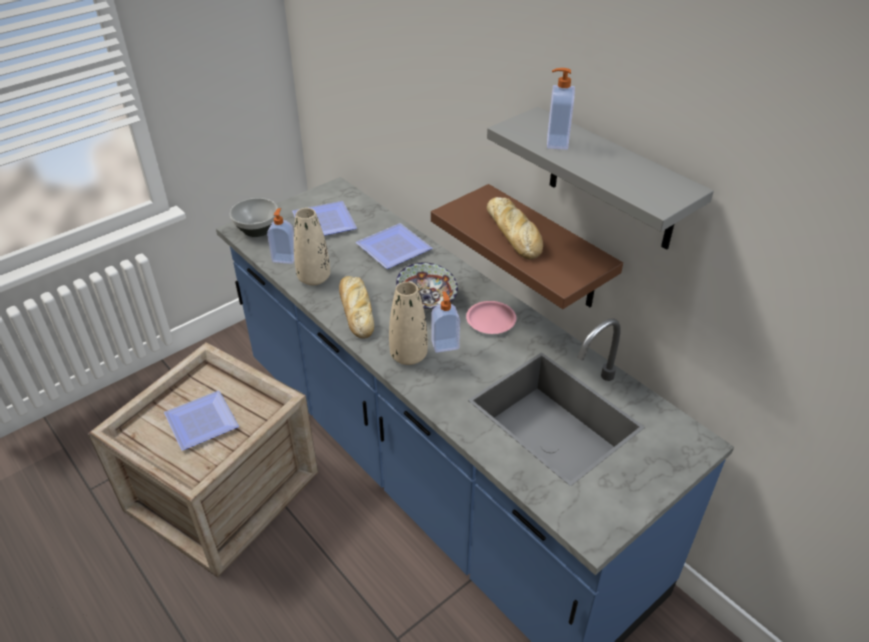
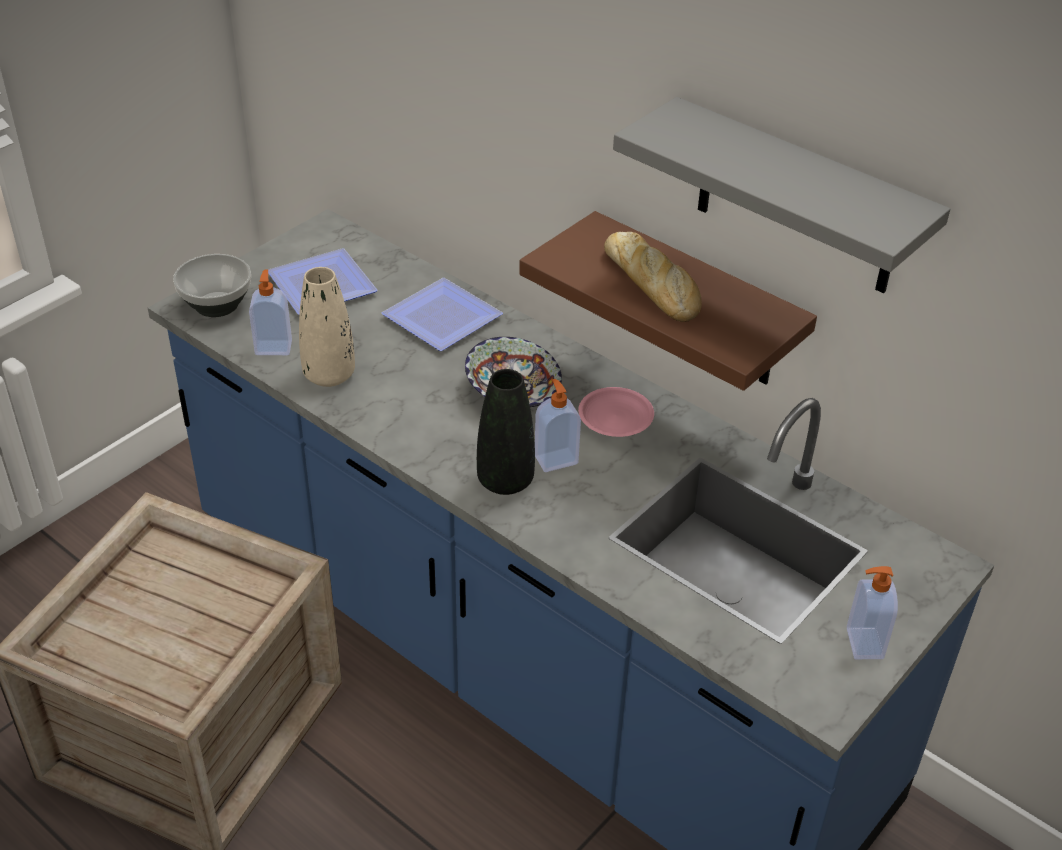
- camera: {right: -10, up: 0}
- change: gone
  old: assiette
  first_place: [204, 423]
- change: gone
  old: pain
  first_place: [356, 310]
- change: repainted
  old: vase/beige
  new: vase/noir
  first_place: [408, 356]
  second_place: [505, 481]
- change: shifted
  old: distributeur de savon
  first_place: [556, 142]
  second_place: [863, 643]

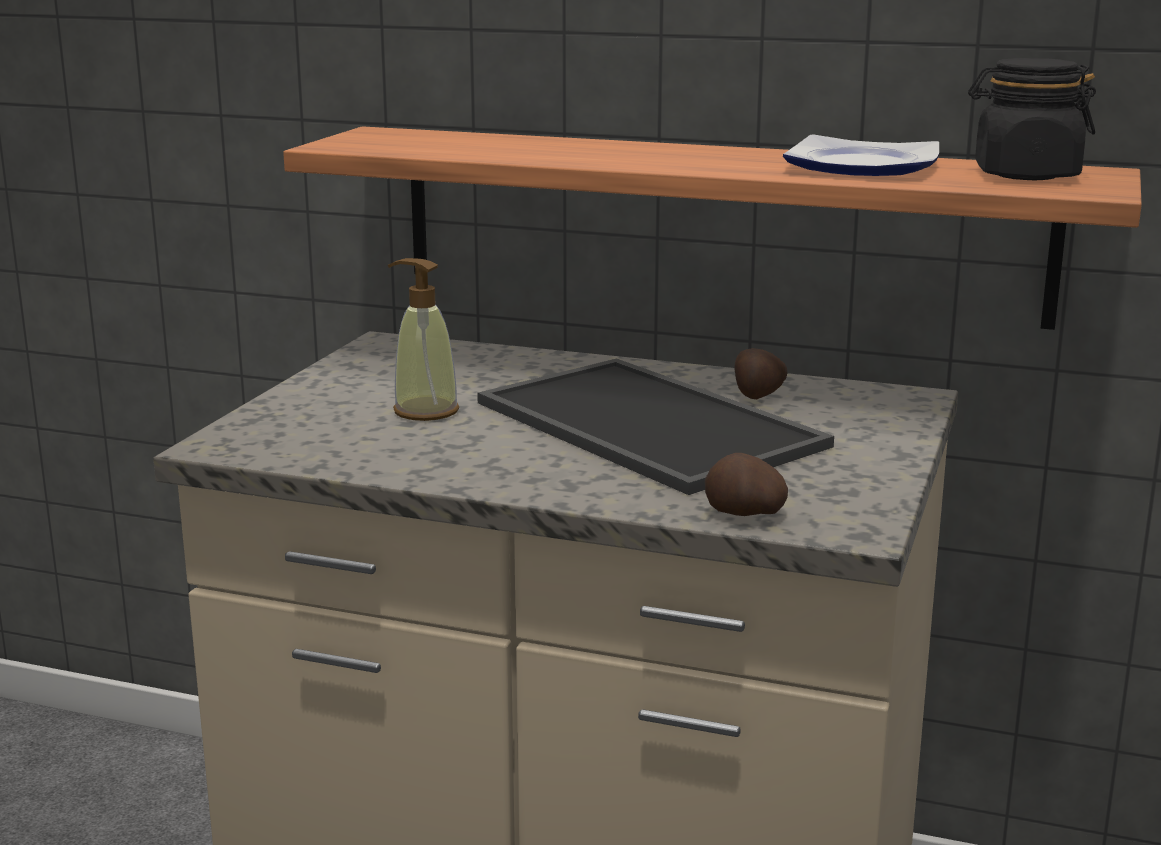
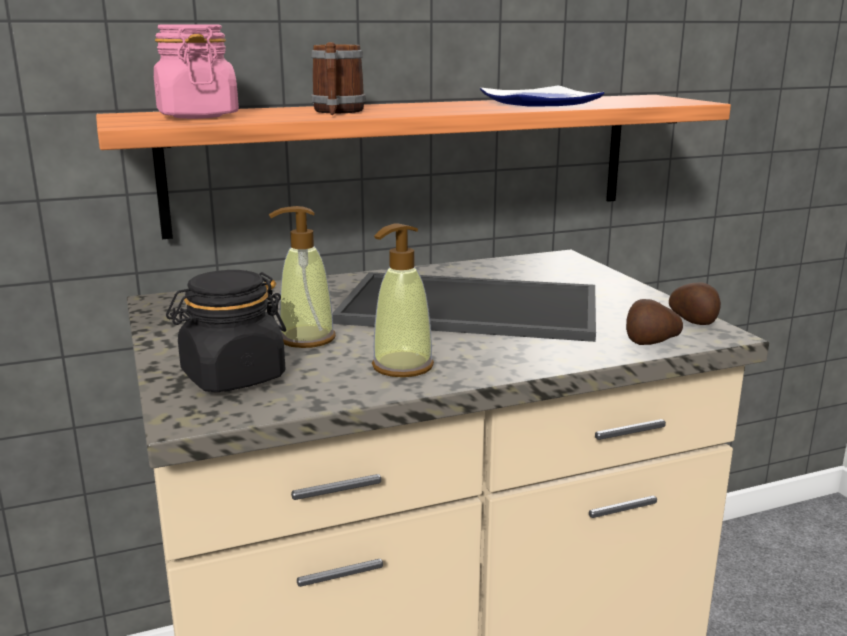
- camera: {right: -40, up: 0}
- change: shifted
  old: pomme de terre
  first_place: [757, 396]
  second_place: [694, 322]
- change: shifted
  old: bocal/noir
  first_place: [1025, 175]
  second_place: [232, 377]
- change: new
  new: bocal/rose
  second_place: [197, 116]
- change: new
  new: mug
  second_place: [337, 112]
- change: new
  new: distributeur de savon
  second_place: [402, 366]

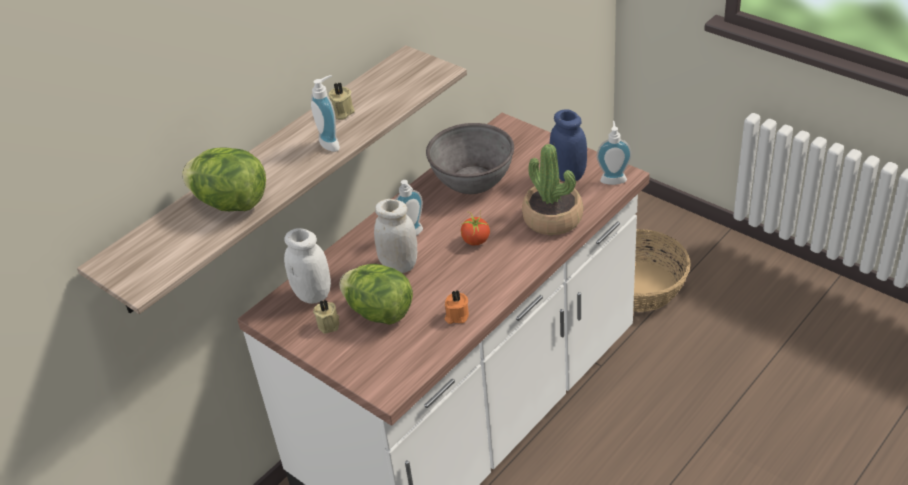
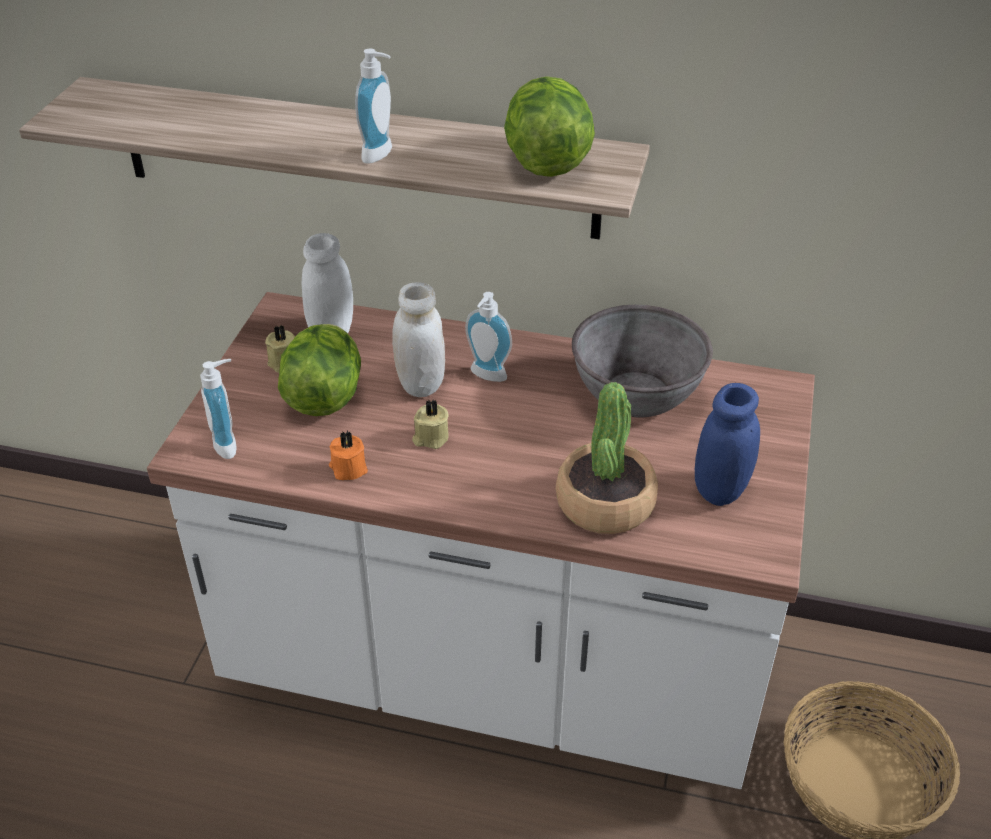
- camera: {right: 60, up: 0}
- change: shifted
  old: laitue
  first_place: [231, 203]
  second_place: [546, 162]
- change: shifted
  old: bougie/beige
  first_place: [341, 112]
  second_place: [430, 438]
- change: gone
  old: tomate
  first_place: [475, 240]
- change: shifted
  old: distributeur de savon
  first_place: [613, 178]
  second_place: [230, 444]

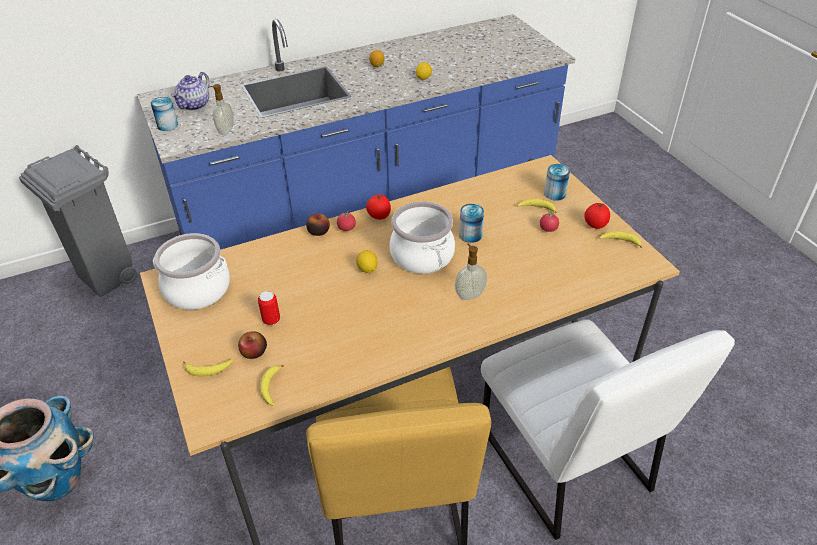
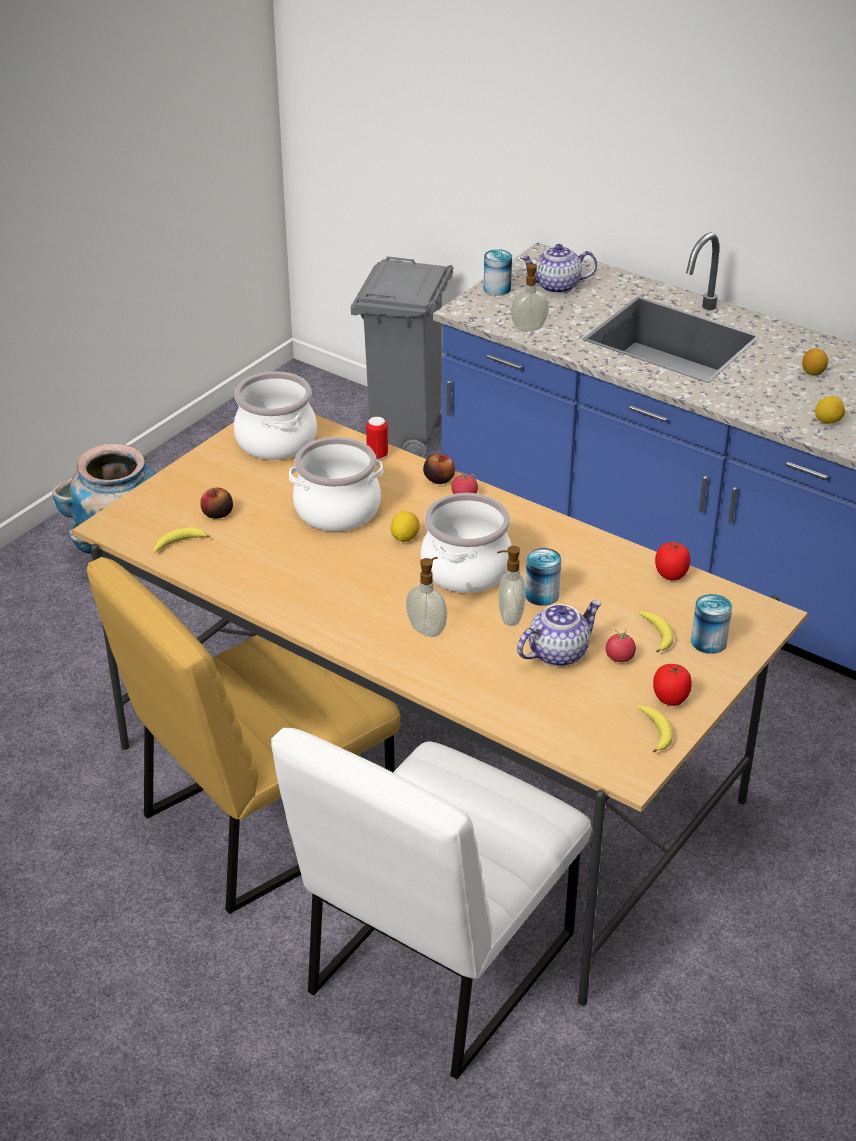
- camera: {right: 60, up: -5}
- change: gone
  old: banane
  first_place: [208, 369]
- change: shifted
  old: boîte métallique
  first_place: [271, 320]
  second_place: [377, 455]
- change: shifted
  old: tomate
  first_place: [379, 216]
  second_place: [670, 575]
- change: new
  new: marmite
  second_place: [337, 509]
- change: new
  new: distributeur de savon
  second_place: [509, 617]
- change: new
  new: théière
  second_place: [558, 652]

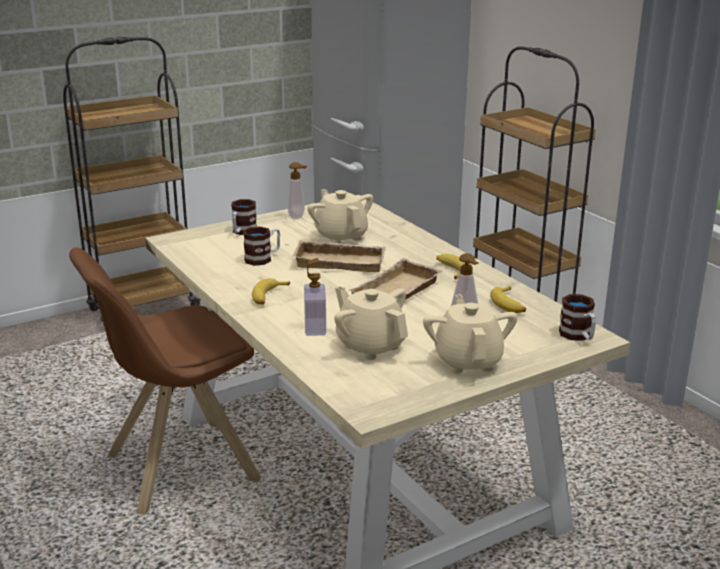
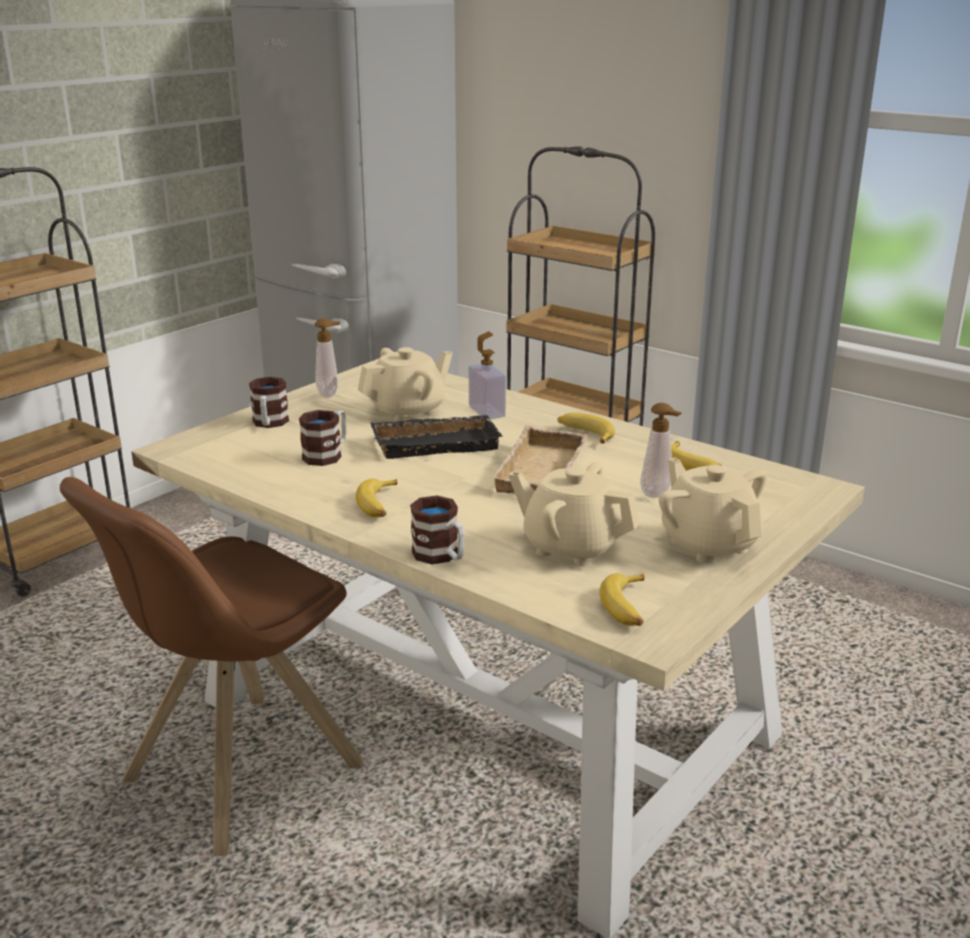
- camera: {right: -20, up: 0}
- change: repainted
  old: plateau/beige
  new: plateau/noir
  first_place: [341, 261]
  second_place: [436, 443]
- change: shifted
  old: distributeur de savon
  first_place: [315, 327]
  second_place: [486, 411]
- change: rotated
  old: théière/beige
  first_place: [341, 236]
  second_place: [408, 411]
  degrees: 105
- change: shifted
  old: mug
  first_place: [578, 336]
  second_place: [441, 556]
- change: new
  new: banane
  second_place: [628, 607]

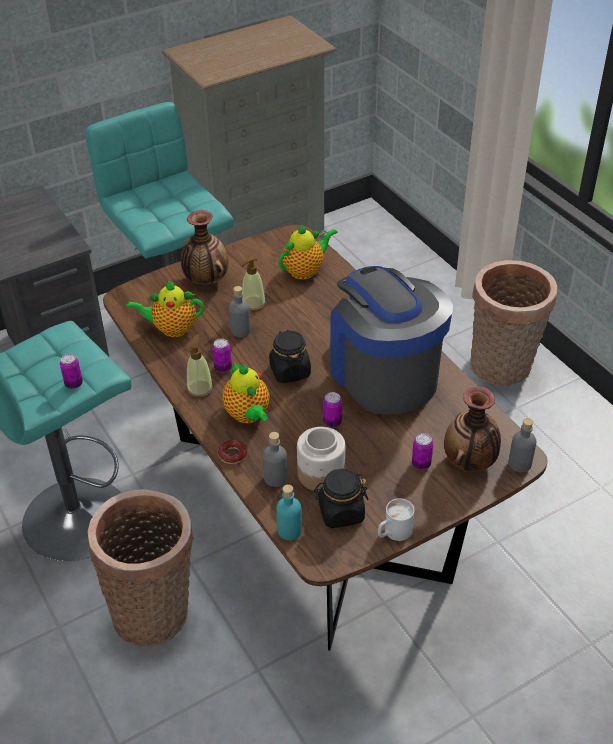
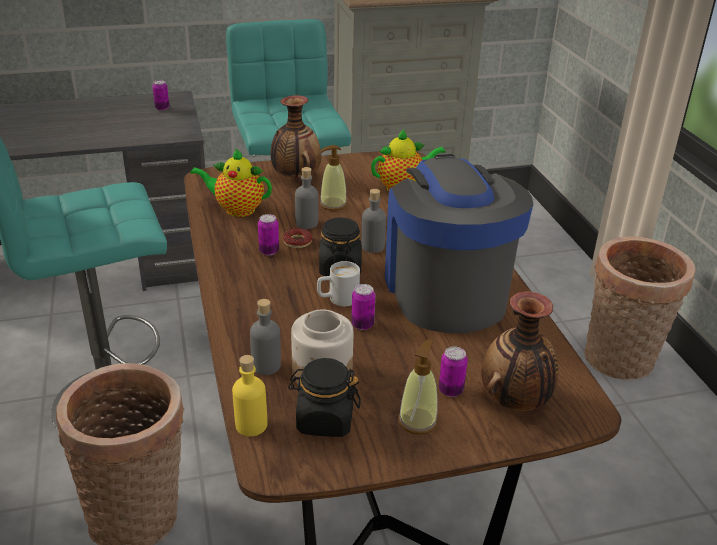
- camera: {right: 15, up: -10}
- change: shifted
  old: boîte métallique
  first_place: [74, 384]
  second_place: [162, 108]
- change: shifted
  old: distributeur de savon
  first_place: [200, 389]
  second_place: [417, 421]
- change: shifted
  old: beignet
  first_place: [232, 454]
  second_place: [297, 241]
- change: gone
  old: théière
  first_place: [248, 415]
- change: repainted
  old: bouteille/turquoise
  new: bouteille/jaune
  first_place: [289, 530]
  second_place: [251, 425]
- change: shifted
  old: mug/blanc
  first_place: [393, 533]
  second_place: [337, 299]
- change: shifted
  old: bouteille/gris
  first_place: [519, 464]
  second_place: [372, 246]

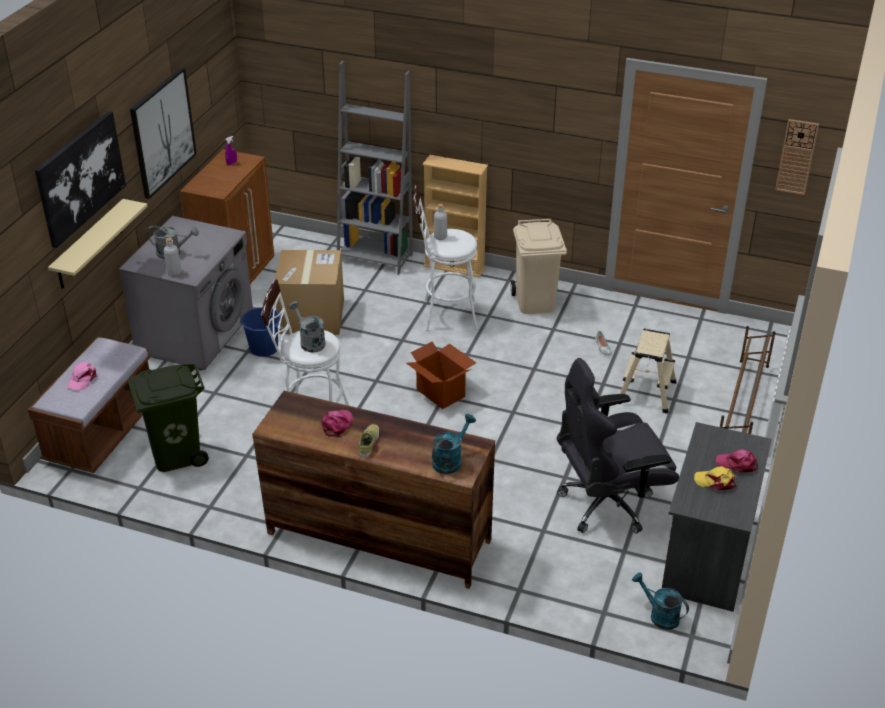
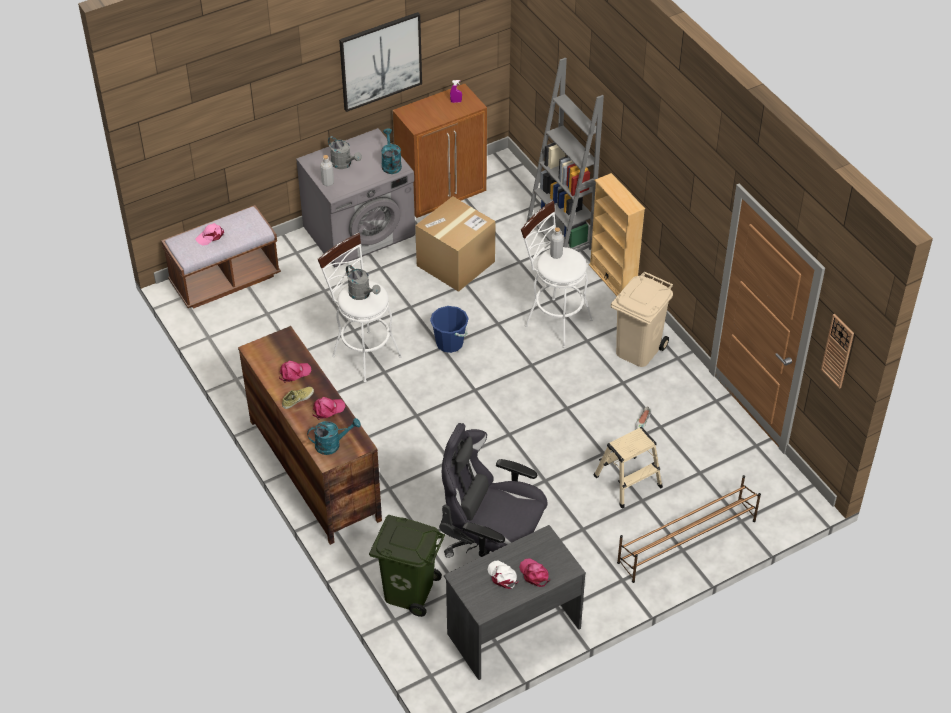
- camera: {right: 40, up: 10}
- change: gone
  old: tableau
  first_place: [80, 178]
- change: gone
  old: étagère/beige
  first_place: [89, 245]
- change: shifted
  old: poubelle/vert
  first_place: [176, 454]
  second_place: [409, 591]
- change: shifted
  old: seau/bleu
  first_place: [264, 348]
  second_place: [449, 343]
- change: rotated
  old: arrosoir/gris
  first_place: [309, 342]
  second_place: [362, 294]
  degrees: 135
- change: gone
  old: carton
  first_place: [441, 393]
- change: shifted
  old: arrosoir/turquoise
  first_place: [659, 615]
  second_place: [390, 164]
- change: repainted
  old: casquette/jaune
  new: casquette/blanc
  first_place: [715, 481]
  second_place: [502, 576]
- change: new
  new: casquette/rose
  second_place: [327, 409]

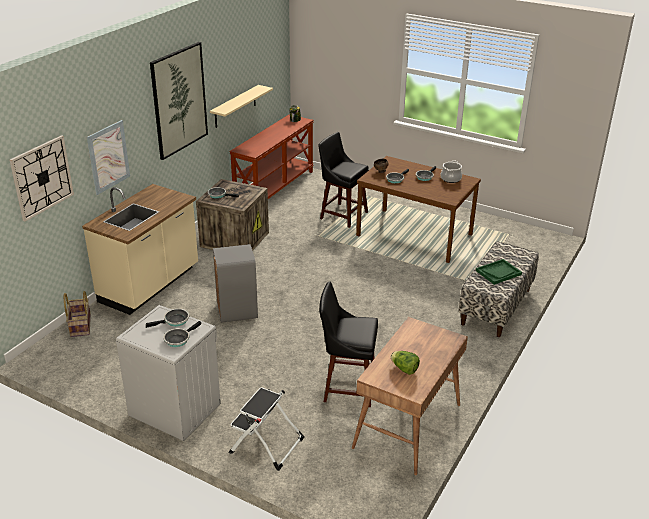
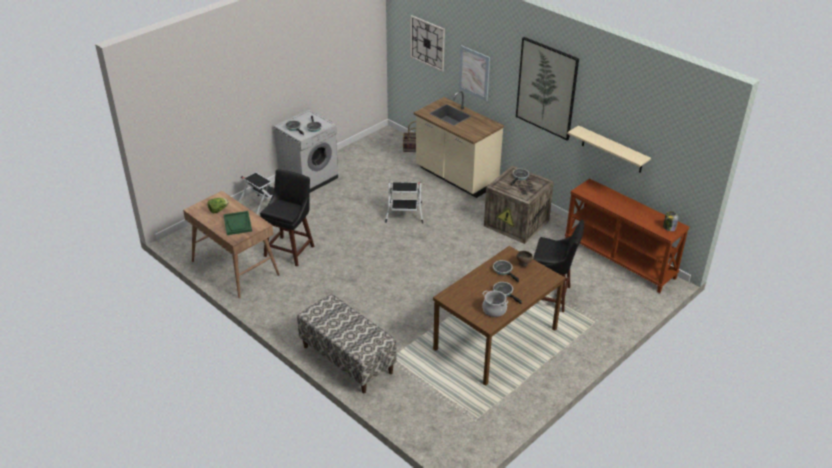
- camera: {right: 105, up: 5}
- change: swapped
  old: poubelle/gris
  new: escabeau
  first_place: [236, 311]
  second_place: [404, 213]
- change: rotated
  old: chaise/noir
  first_place: [342, 214]
  second_place: [551, 296]
  degrees: 60
- change: shifted
  old: plateau/vert
  first_place: [498, 272]
  second_place: [237, 224]

